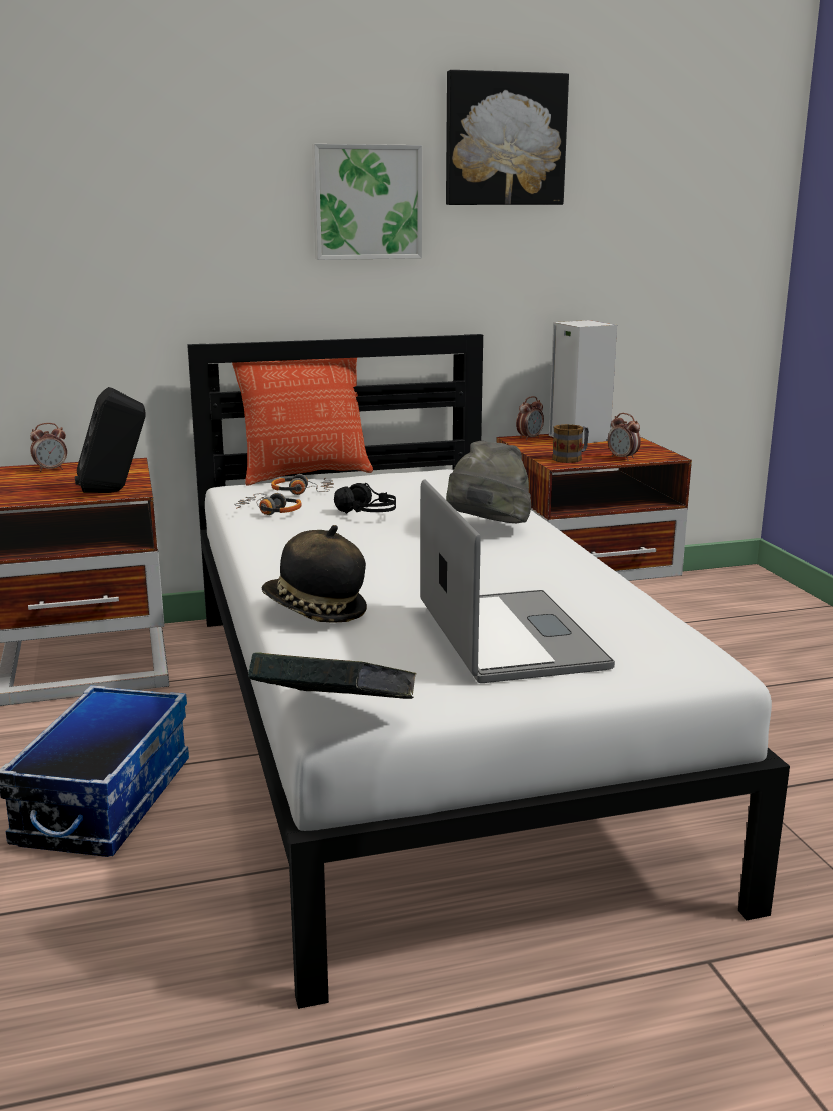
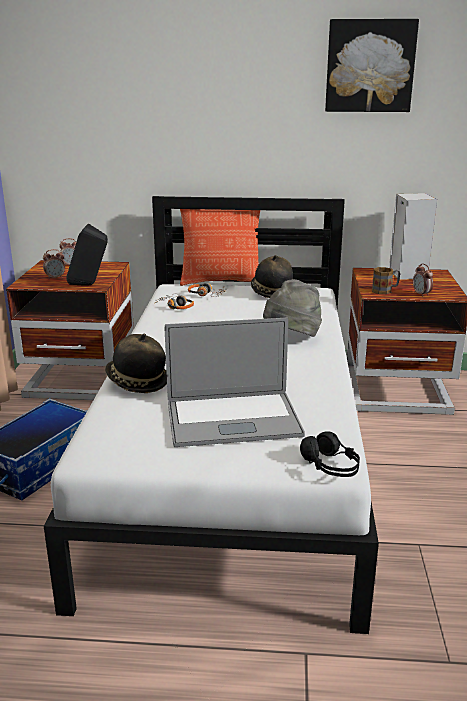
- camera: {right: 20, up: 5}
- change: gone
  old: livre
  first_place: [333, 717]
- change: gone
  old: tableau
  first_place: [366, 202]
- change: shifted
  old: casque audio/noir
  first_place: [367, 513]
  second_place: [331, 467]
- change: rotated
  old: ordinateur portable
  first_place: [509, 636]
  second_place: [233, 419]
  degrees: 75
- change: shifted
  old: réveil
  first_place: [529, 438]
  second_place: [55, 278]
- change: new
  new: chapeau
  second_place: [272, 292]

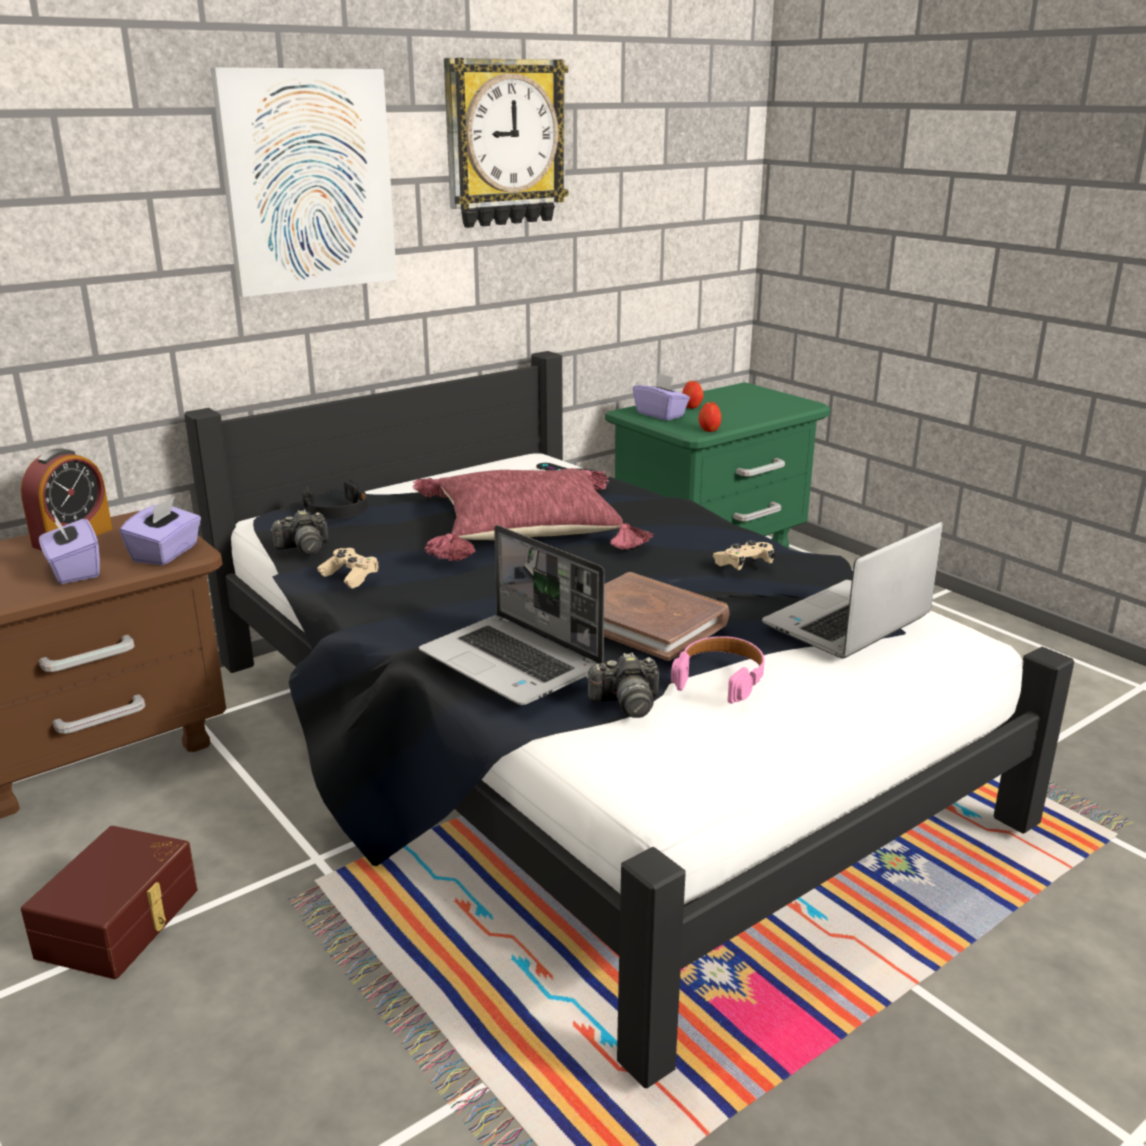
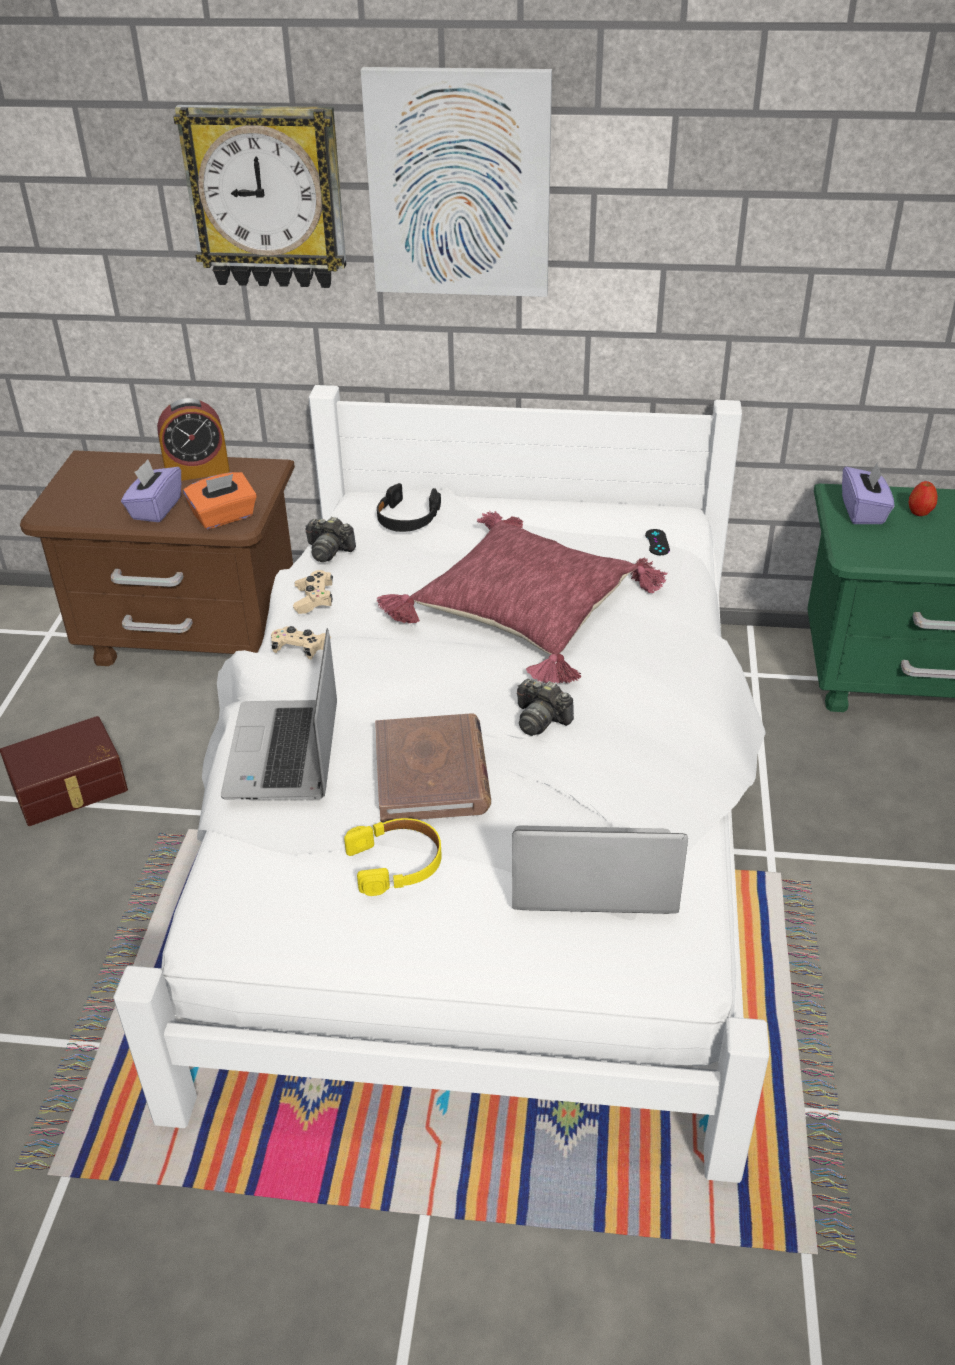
- camera: {right: 45, up: 15}
- change: repainted
  old: boîte à mouchoirs/violet
  new: boîte à mouchoirs/orange
  first_place: [166, 553]
  second_place: [224, 517]
- change: repainted
  old: lit/noir
  new: lit/blanc
  first_place: [579, 745]
  second_place: [486, 831]
- change: shifted
  old: horloge murale
  first_place: [504, 143]
  second_place: [266, 197]
- change: shifted
  old: appareil photo
  first_place: [626, 703]
  second_place: [540, 719]
- change: repainted
  old: casque audio/rose
  new: casque audio/jaune
  first_place: [720, 678]
  second_place: [396, 863]
- change: gone
  old: pomme
  first_place: [709, 430]
- change: shifted
  old: manette/beige
  first_place: [744, 565]
  second_place: [300, 649]

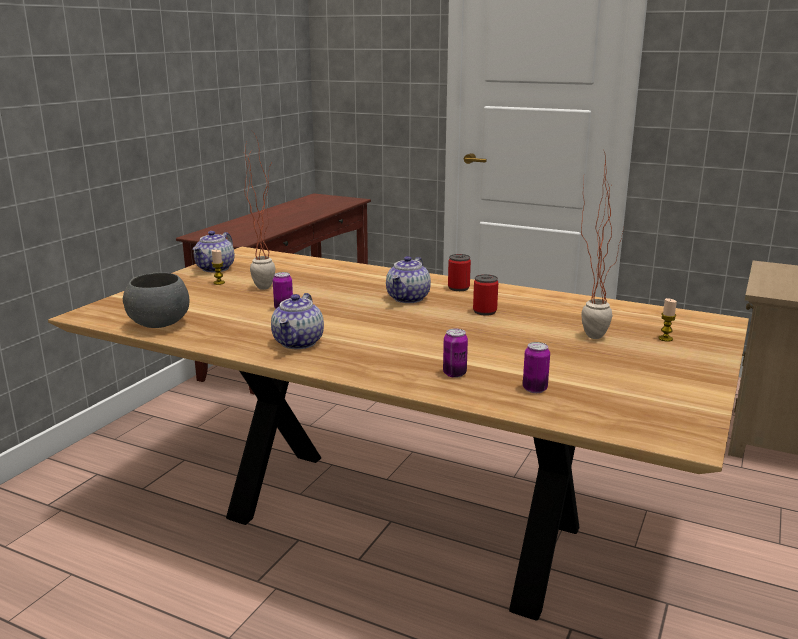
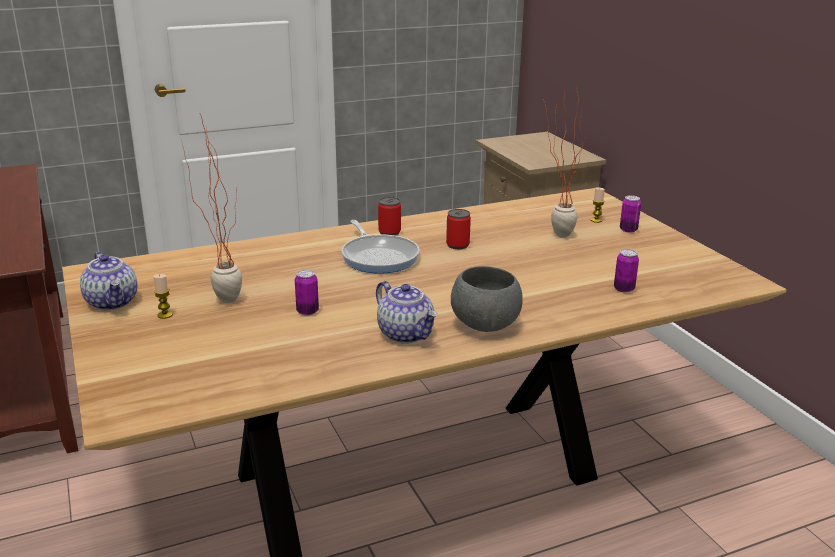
- camera: {right: -50, up: 5}
- change: shifted
  old: bol/gris
  first_place: [159, 325]
  second_place: [484, 326]
- change: swapped
  old: théière
  new: poêle
  first_place: [408, 298]
  second_place: [379, 257]
- change: shifted
  old: boîte métallique
  first_place: [454, 374]
  second_place: [628, 230]

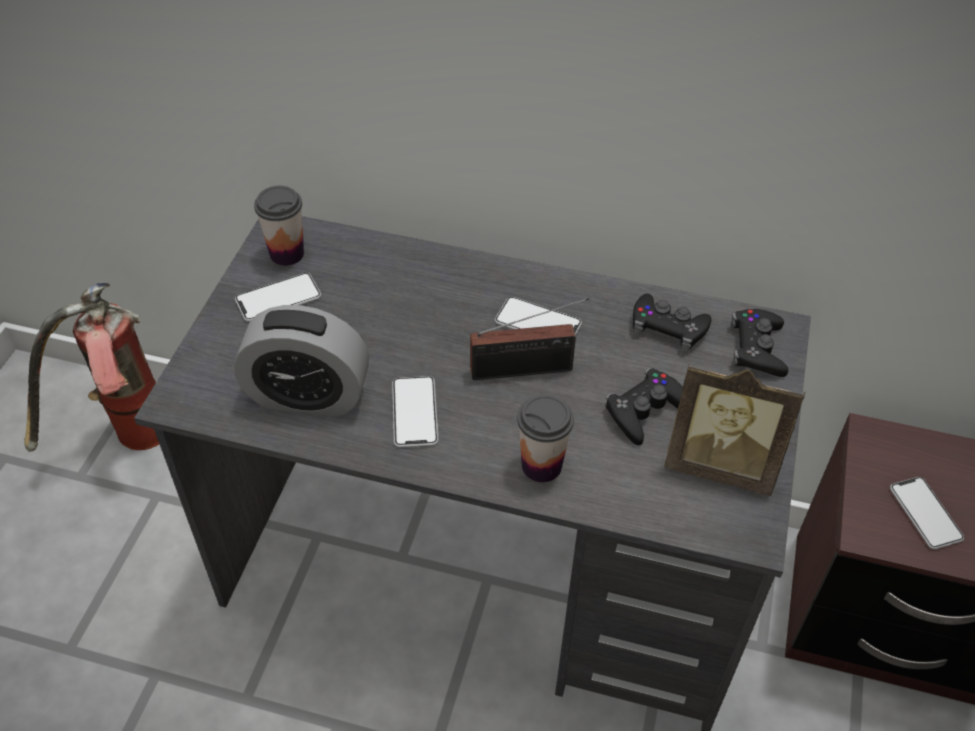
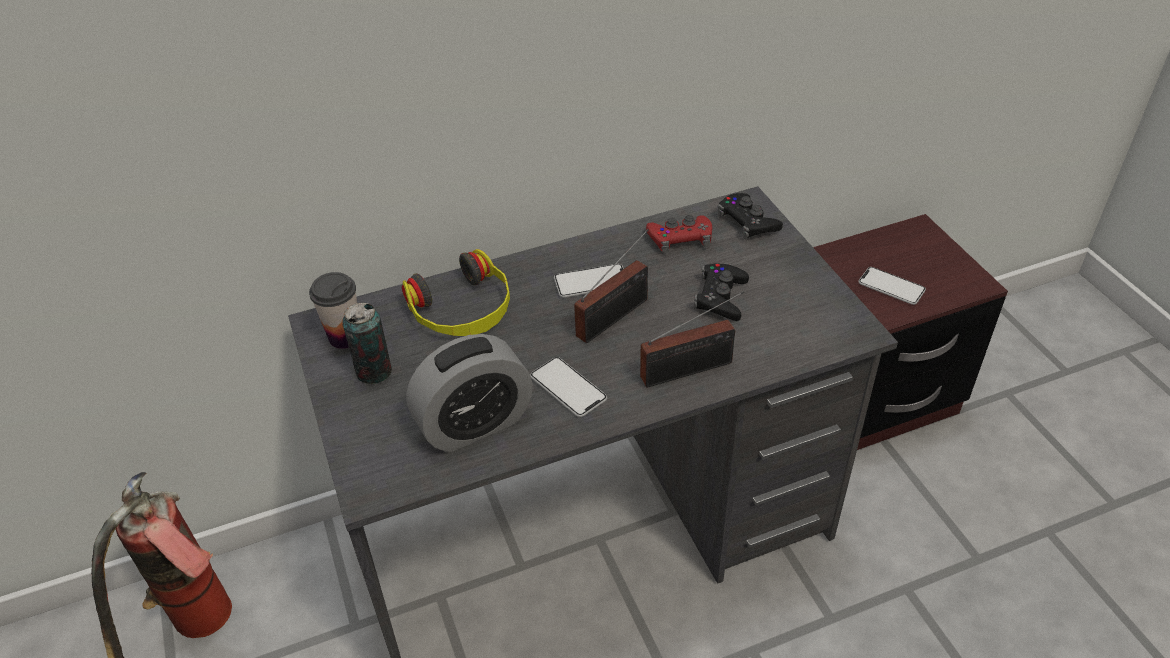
- camera: {right: -35, up: -5}
- change: swapped
  old: téléphone
  new: boîte métallique
  first_place: [278, 298]
  second_place: [374, 371]
- change: swapped
  old: tasse
  new: radio
  first_place: [541, 465]
  second_place: [692, 369]
- change: repainted
  old: manette/noir
  new: manette/rouge
  first_place: [668, 327]
  second_place: [680, 238]
- change: gone
  old: cadre photo
  first_place: [720, 465]
- change: new
  new: casque audio
  second_place: [462, 309]

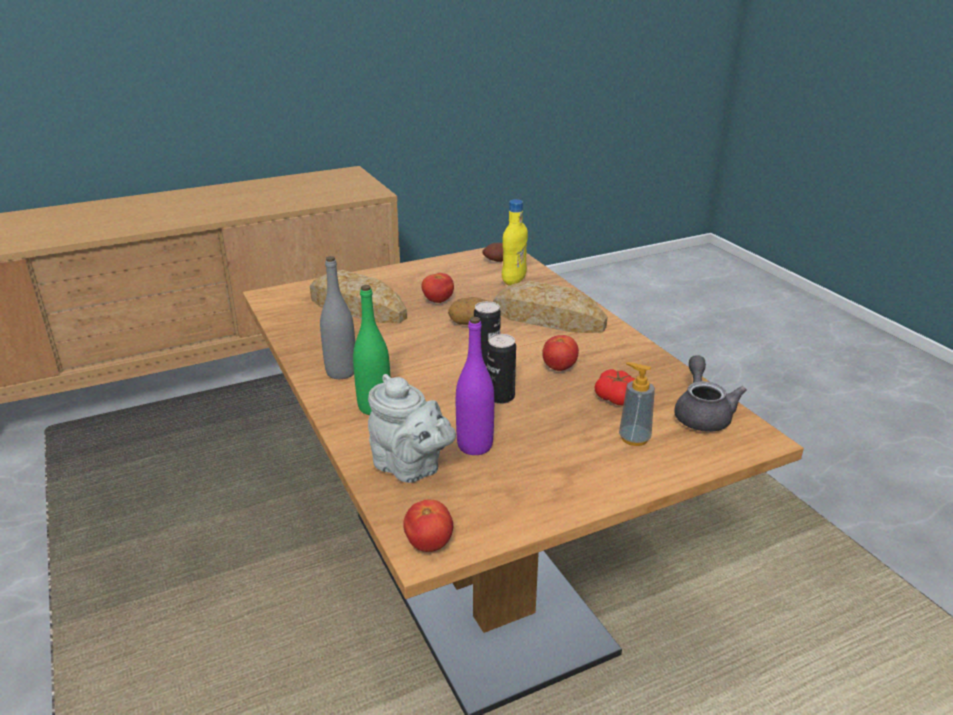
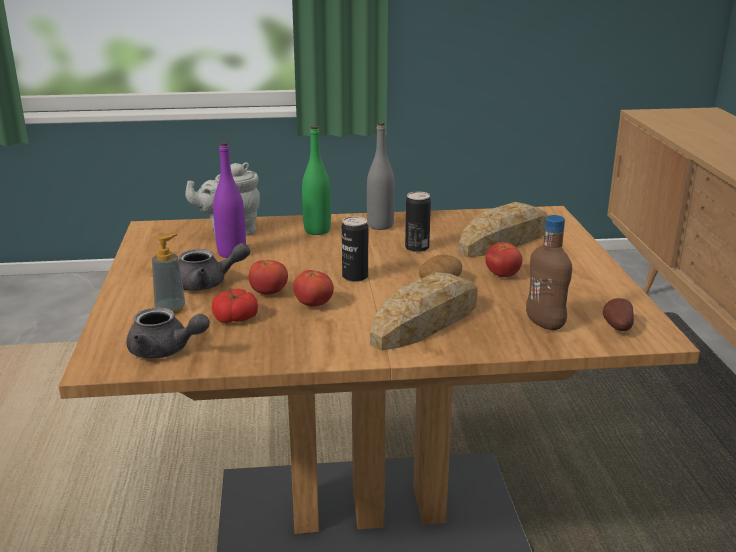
- camera: {right: 110, up: -5}
- change: shifted
  old: tomate
  first_place: [429, 544]
  second_place: [269, 293]
- change: shifted
  old: boîte métallique
  first_place: [500, 397]
  second_place: [417, 248]
- change: repainted
  old: bouteille/jaune
  new: bouteille/marron
  first_place: [513, 281]
  second_place: [545, 323]
- change: new
  new: théière/gris
  second_place: [208, 284]

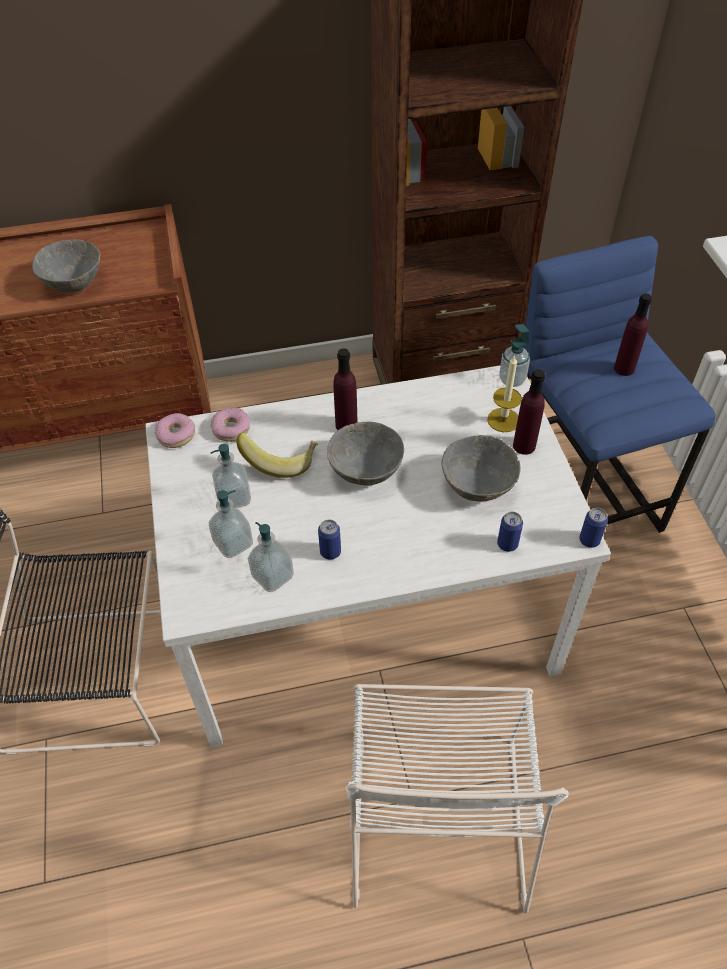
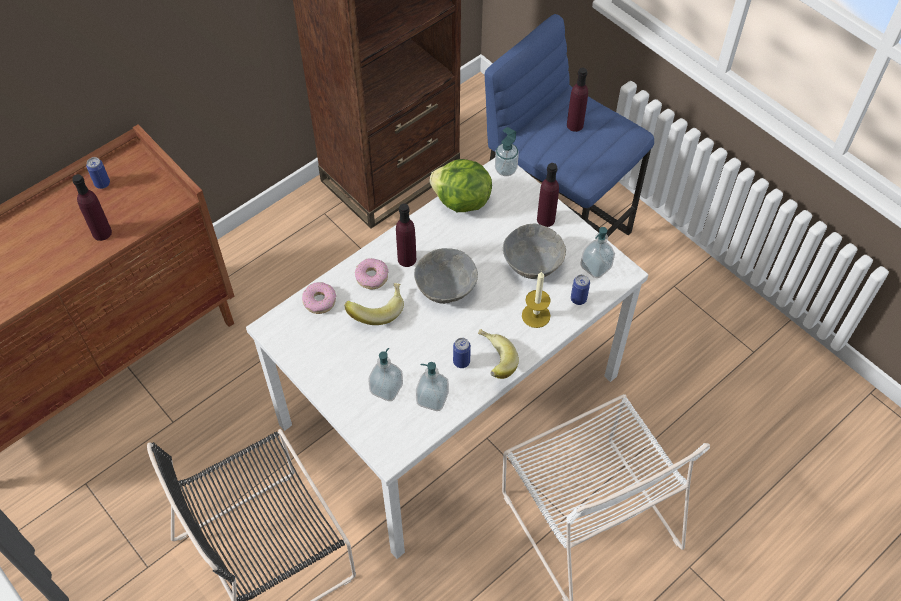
- camera: {right: -30, up: 5}
- change: swapped
  old: bol/gris
  new: bouteille/violet
  first_place: [74, 283]
  second_place: [102, 232]
- change: shifted
  old: beignet
  first_place: [176, 435]
  second_place: [372, 277]
- change: shifted
  old: distributeur de savon
  first_place: [234, 497]
  second_place: [595, 267]
- change: shifted
  old: bougie
  first_place: [503, 420]
  second_place: [536, 315]
- change: shifted
  old: boîte métallique
  first_place: [589, 540]
  second_place: [102, 183]
- change: new
  new: laitue
  second_place: [461, 202]
- change: new
  new: banane
  second_place: [492, 362]

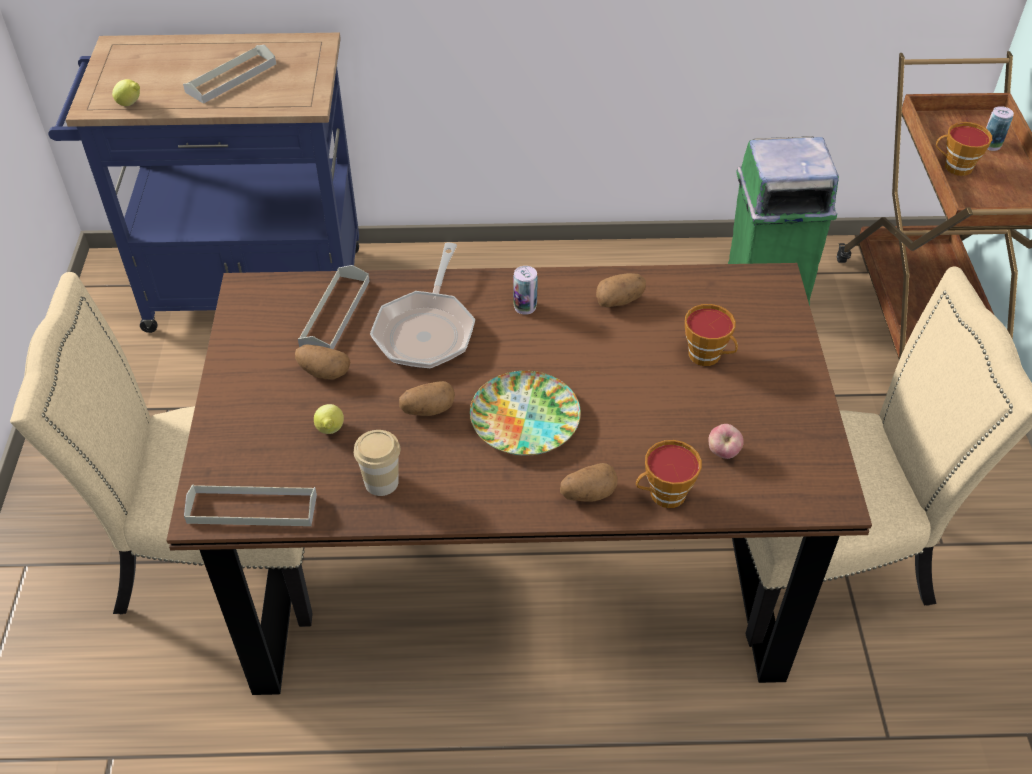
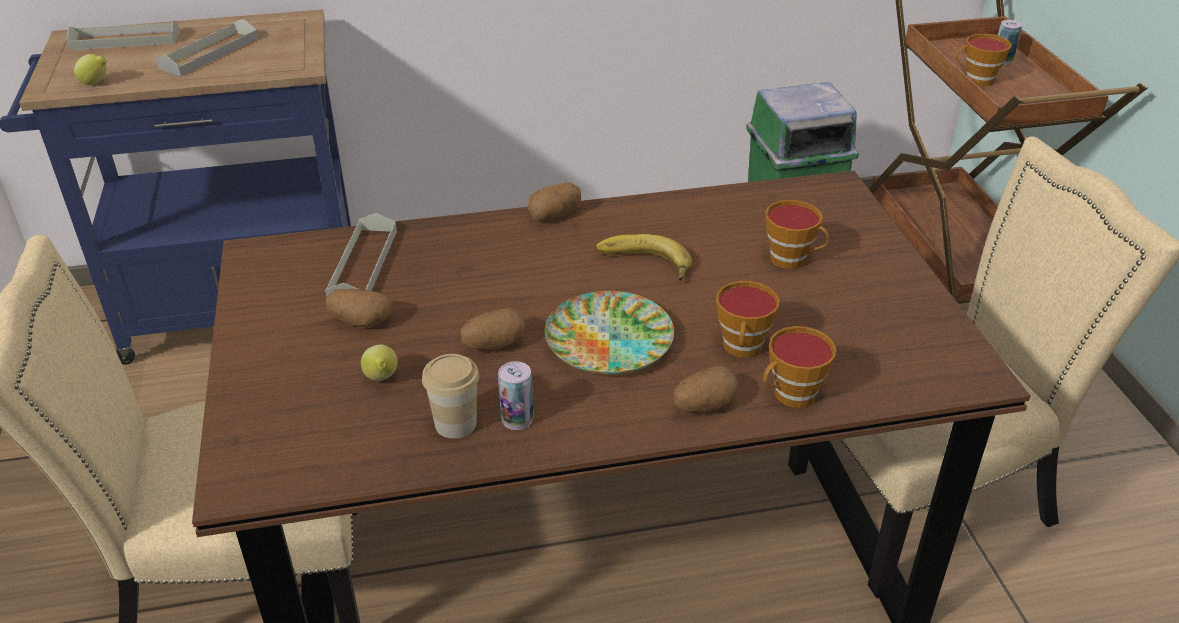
- camera: {right: -10, up: -10}
- change: shifted
  old: plateau/gris
  first_place: [252, 509]
  second_place: [125, 40]
- change: gone
  old: poêle
  first_place: [426, 330]
- change: shifted
  old: boîte métallique
  first_place: [525, 306]
  second_place: [517, 419]
- change: shifted
  old: pomme de terre
  first_place: [619, 300]
  second_place: [554, 215]
- change: gone
  old: pomme
  first_place: [723, 452]
- change: new
  new: banane
  second_place: [643, 265]
- change: new
  new: tasse
  second_place: [742, 348]

